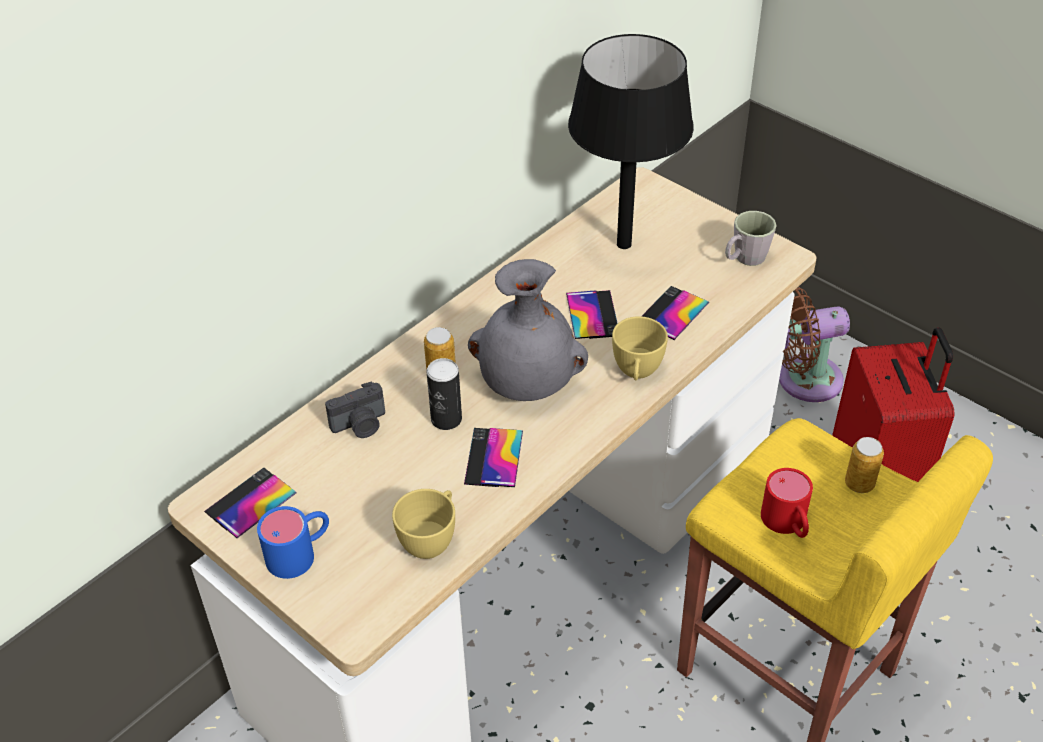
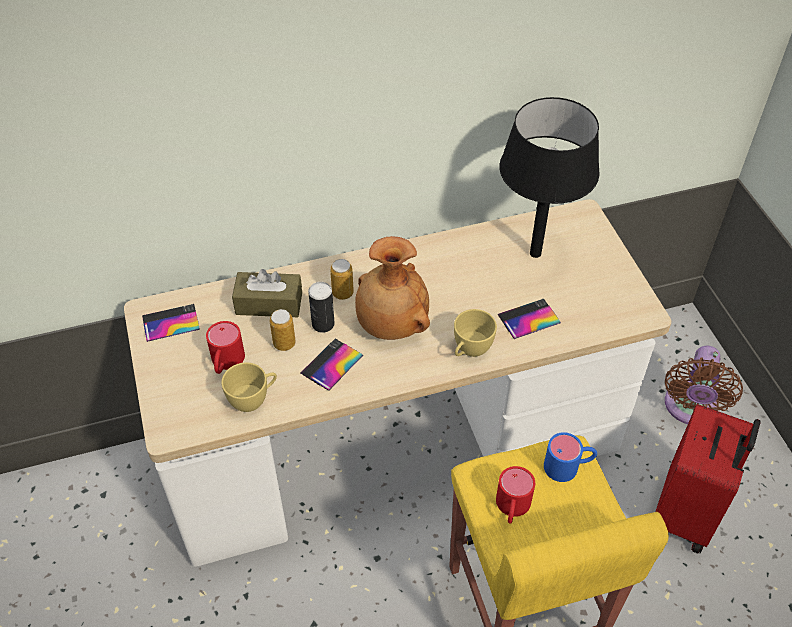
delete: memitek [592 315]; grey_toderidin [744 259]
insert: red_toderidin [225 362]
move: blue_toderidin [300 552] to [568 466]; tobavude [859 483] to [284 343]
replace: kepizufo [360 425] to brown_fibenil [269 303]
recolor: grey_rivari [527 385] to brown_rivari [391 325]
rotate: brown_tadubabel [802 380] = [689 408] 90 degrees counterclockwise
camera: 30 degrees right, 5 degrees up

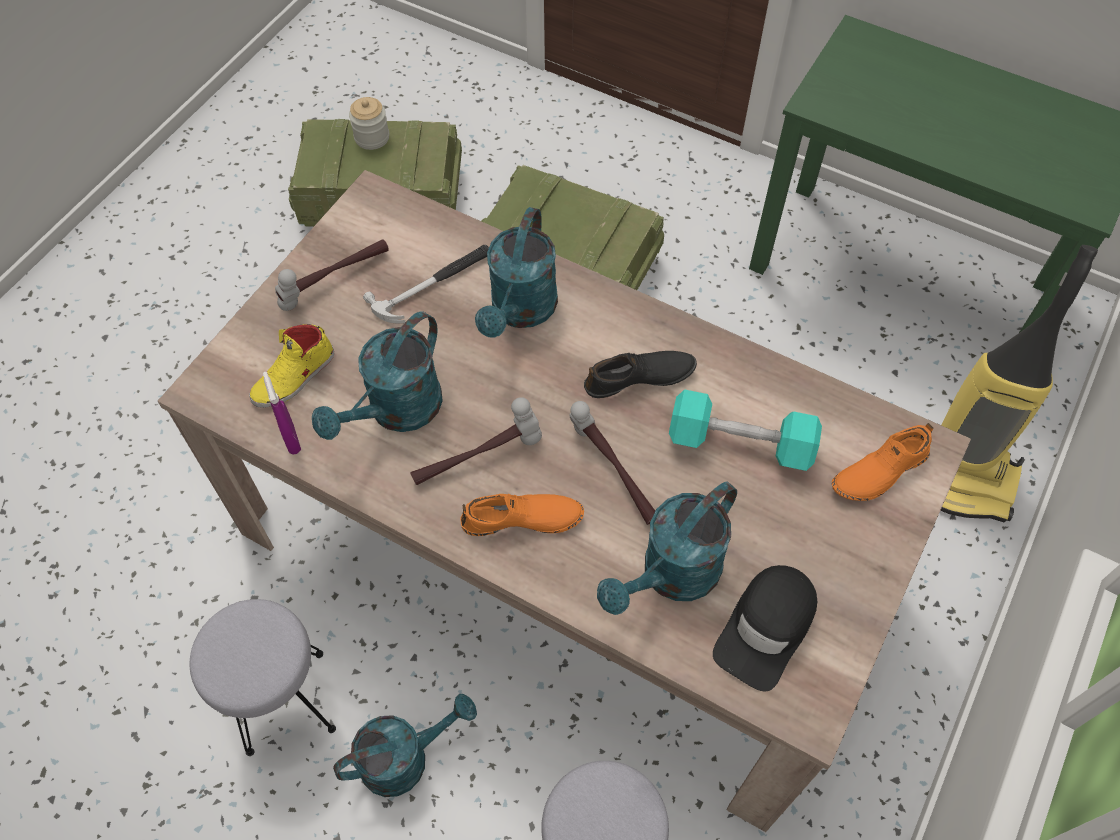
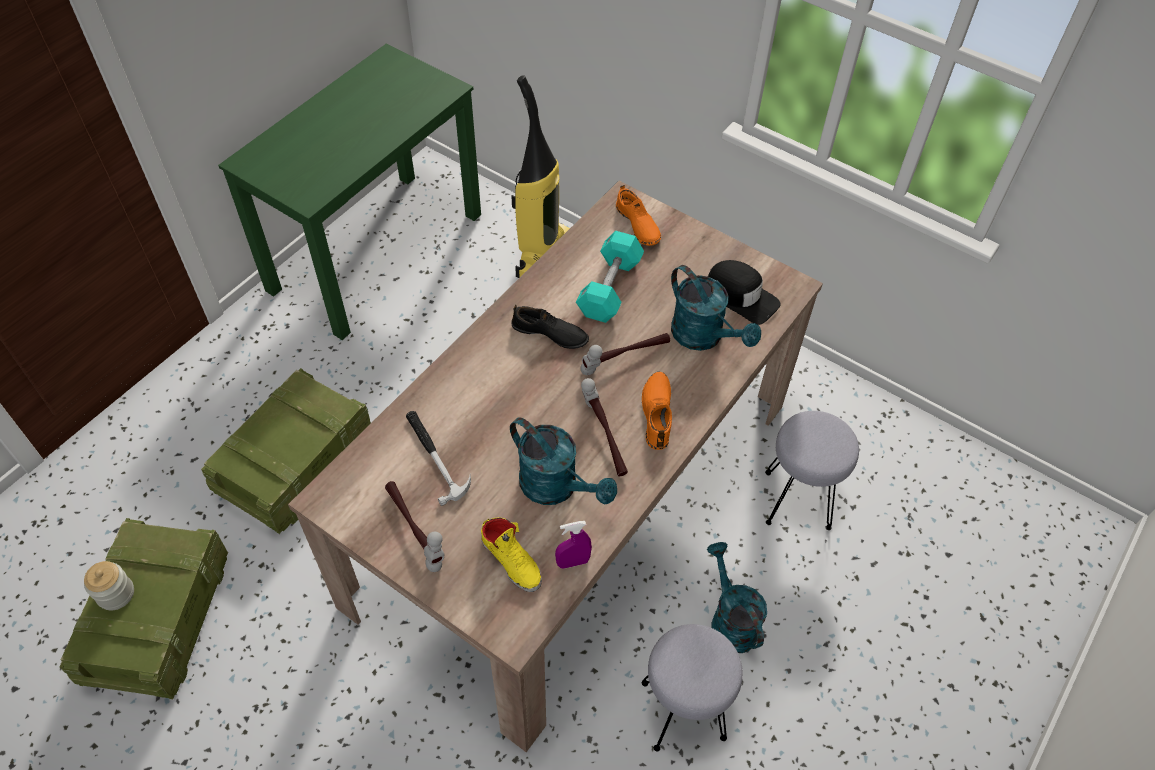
delete: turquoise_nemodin [520 311]
rotate: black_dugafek [639 379] = [550 334] 120 degrees clockwise
camera: 85 degrees left, 5 degrees down

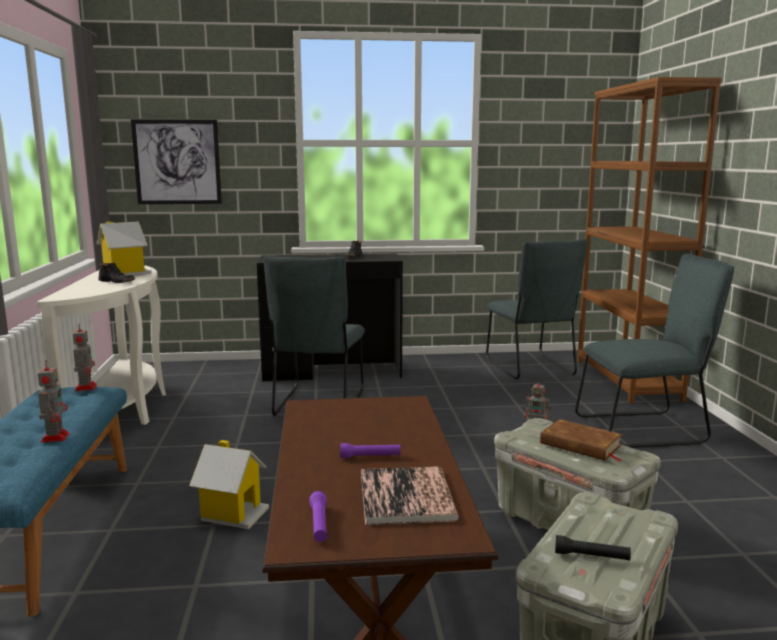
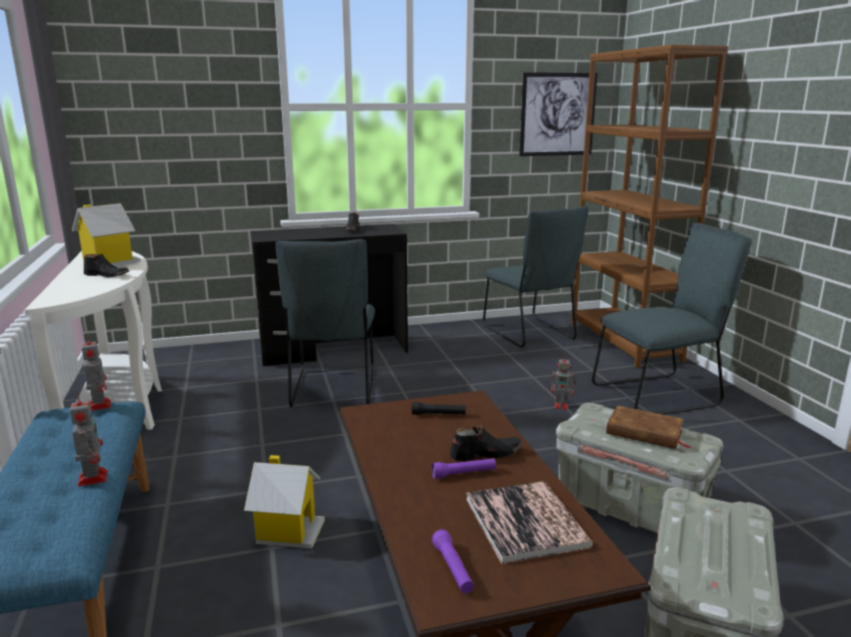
insert: black_dugafek [485 453]
move: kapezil [177 162] to [557 114]; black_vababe [591 556] to [438 415]
camera: 10 degrees left, 5 degrees up

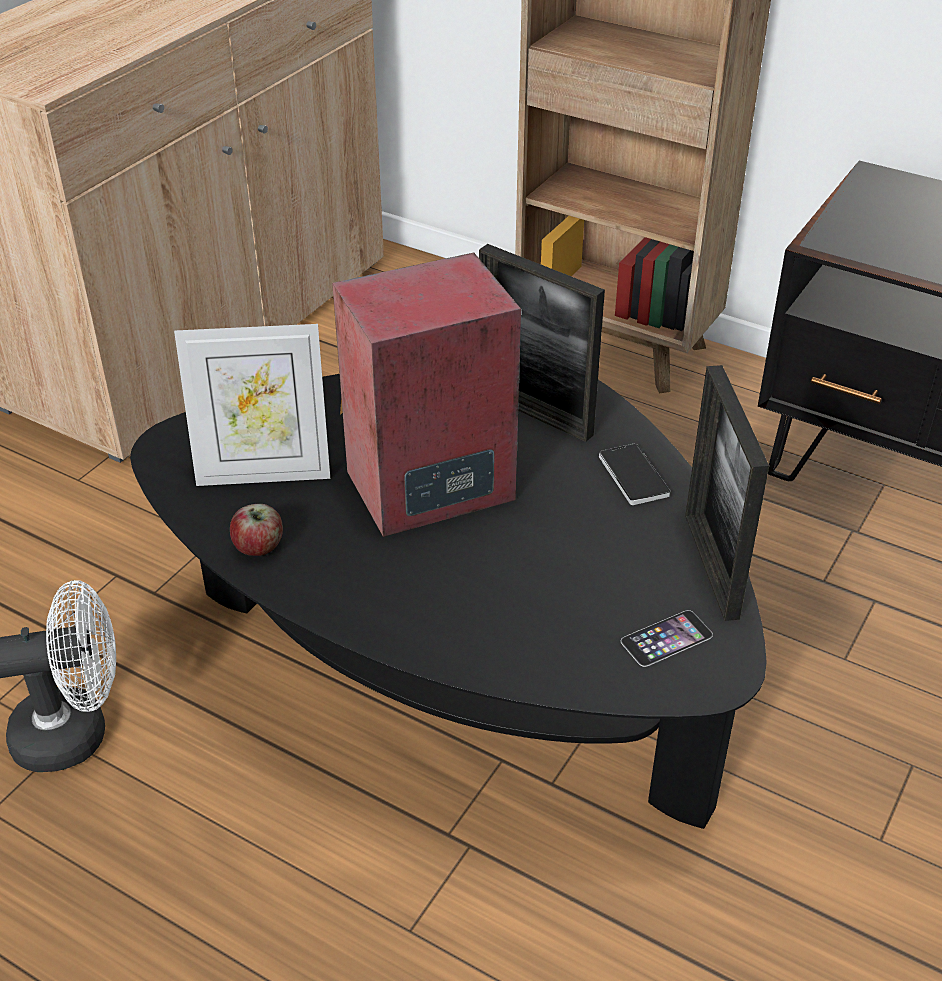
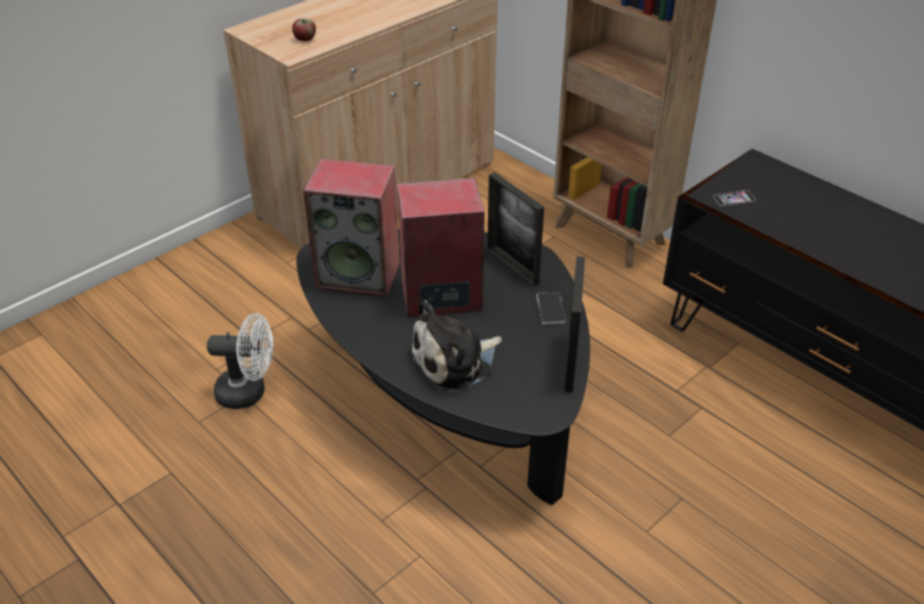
insert: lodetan [455 362]
move: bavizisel [259 548] to [305 39]; memitek [666 638] to [734 198]
replace: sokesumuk [264 473] to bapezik [360 274]
camera: 15 degrees right, 0 degrees up

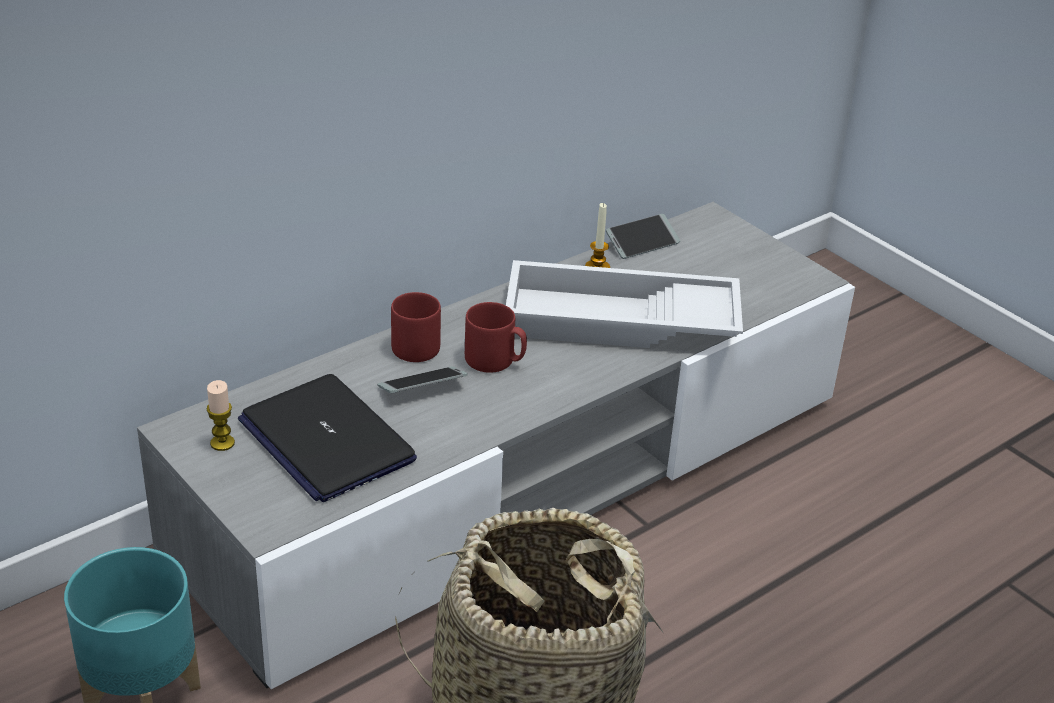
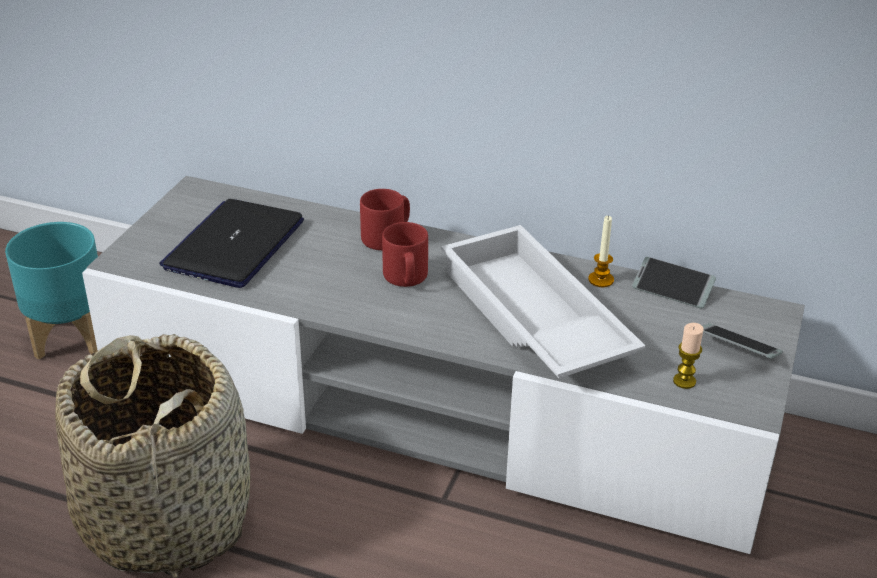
move: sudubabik [222 443] to [684 381]; memitek [422 387] to [737 348]
camera: 60 degrees right, 0 degrees up

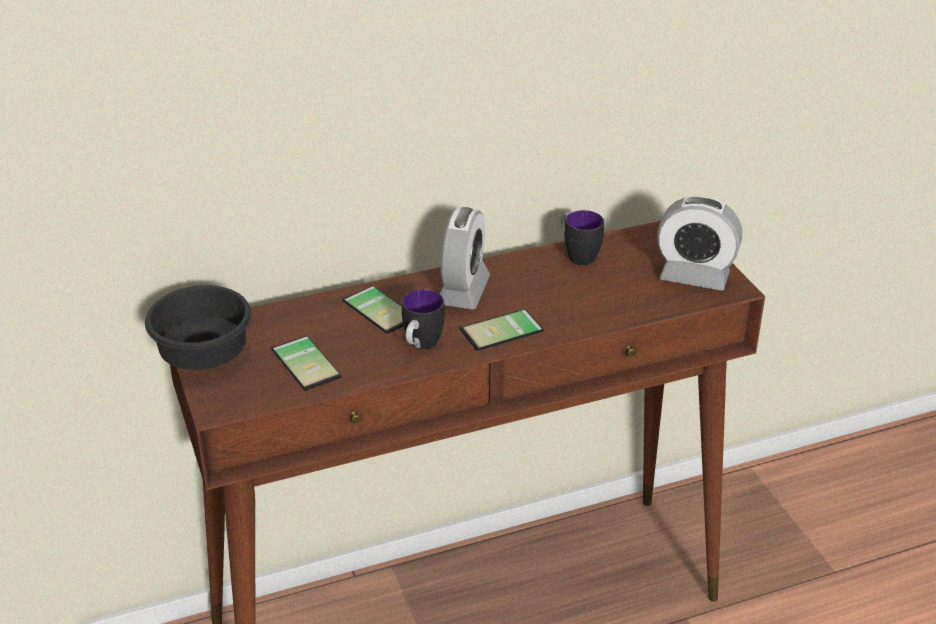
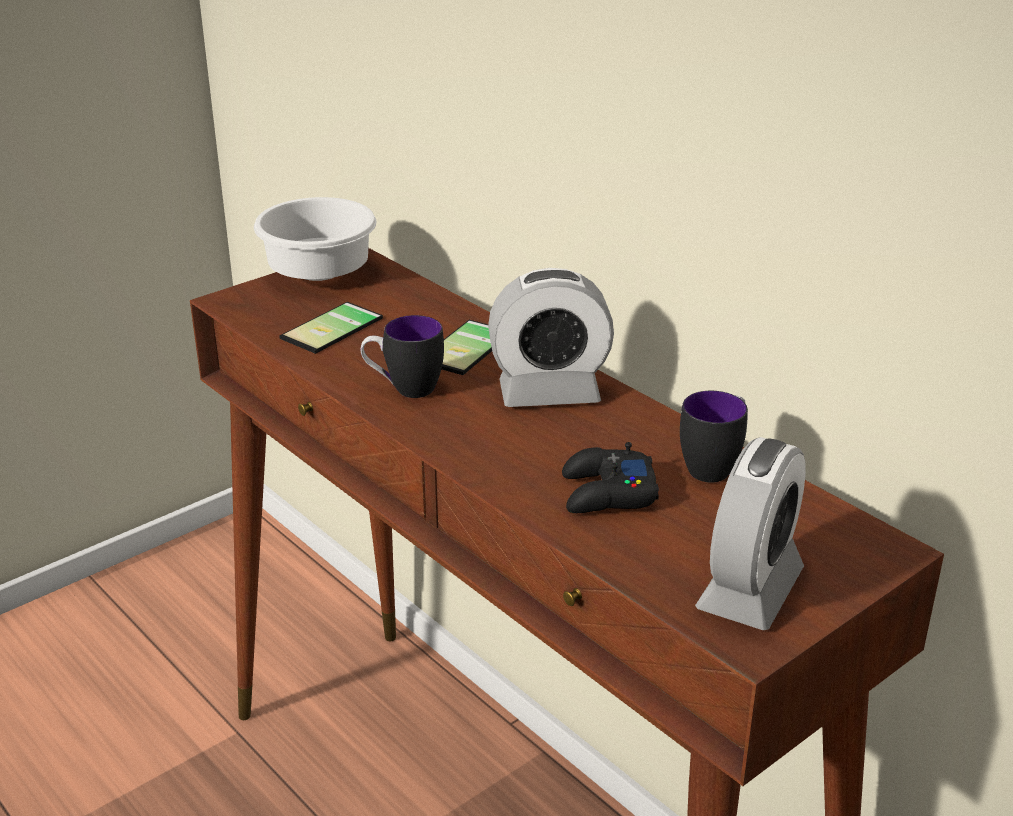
delete: memitek [503 332]
insert: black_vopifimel [607 493]
recolor: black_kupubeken [203 353] to white_kupubeken [322 272]
rotate: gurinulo [694 277] = [750 590] 150 degrees counterclockwise
camera: 70 degrees right, 5 degrees down

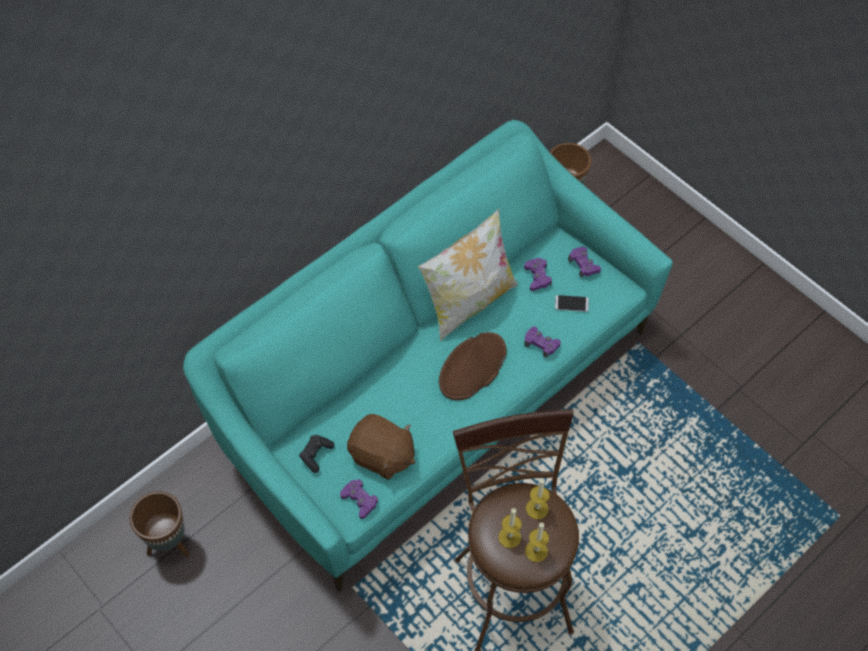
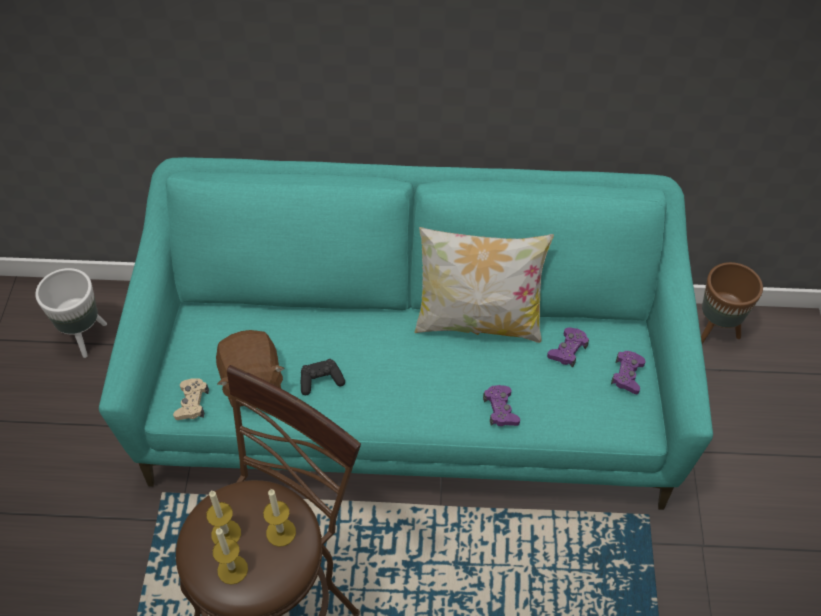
delete: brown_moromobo [472 367]; memitek [571 303]
move: black_vopifimel [316 455] to [321 381]
recolor: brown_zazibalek [170 544] to white_zazibalek [84 337]; purple_vopifimel [359 500] to beige_vopifimel [192 403]
camera: 45 degrees right, 5 degrees down

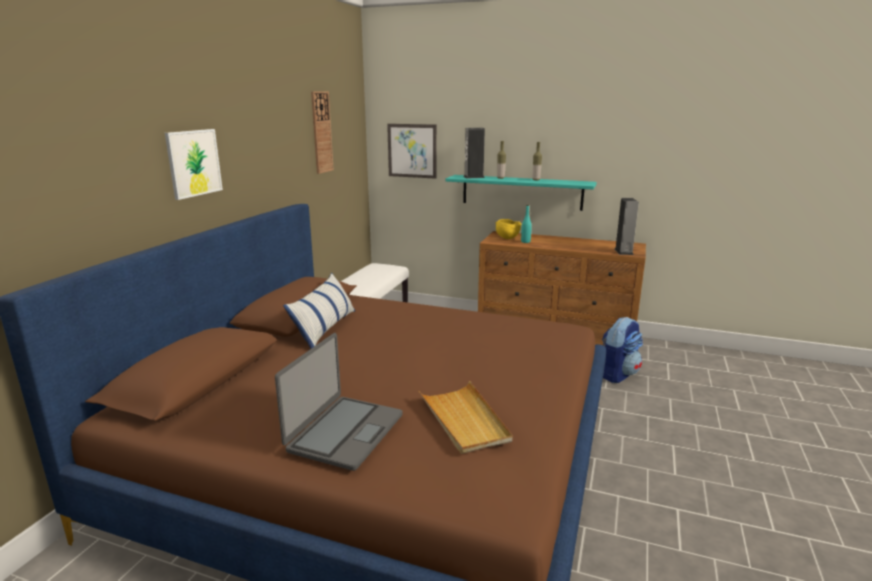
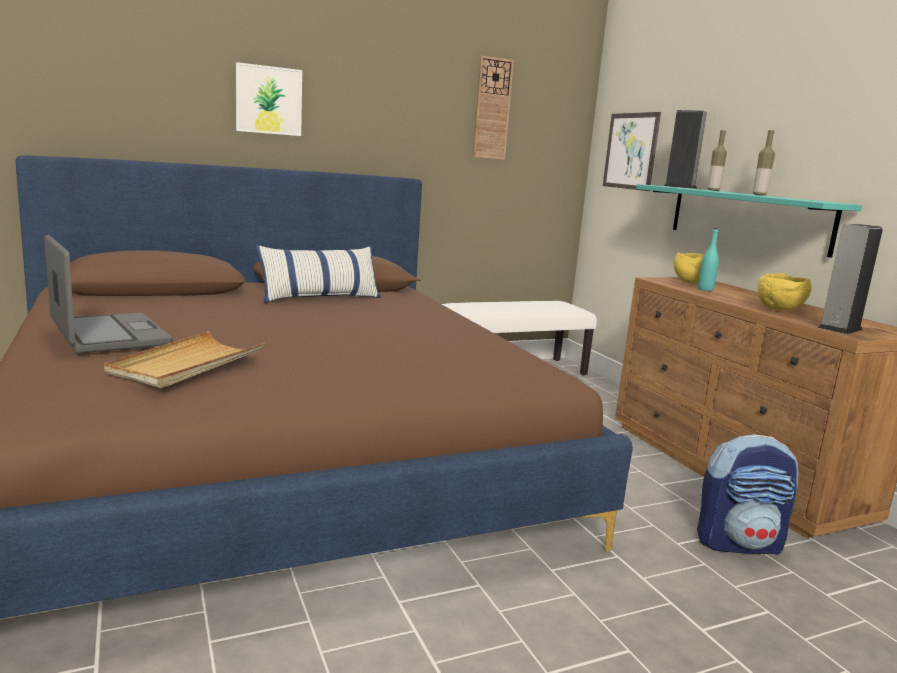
insert: yellow_kupubeken [780 310]
rotate: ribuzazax [344 432] = [108 335] 105 degrees counterclockwise
camera: 45 degrees right, 5 degrees down

